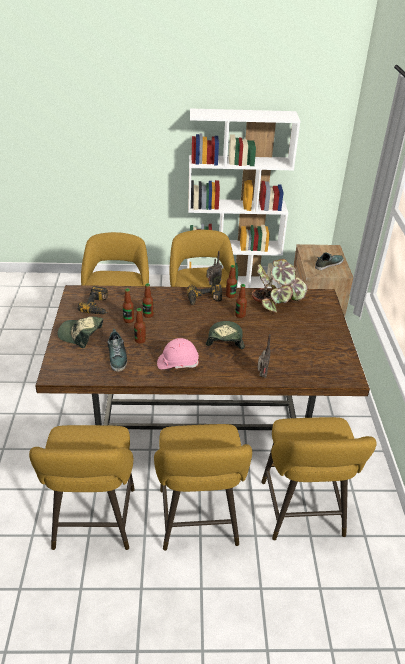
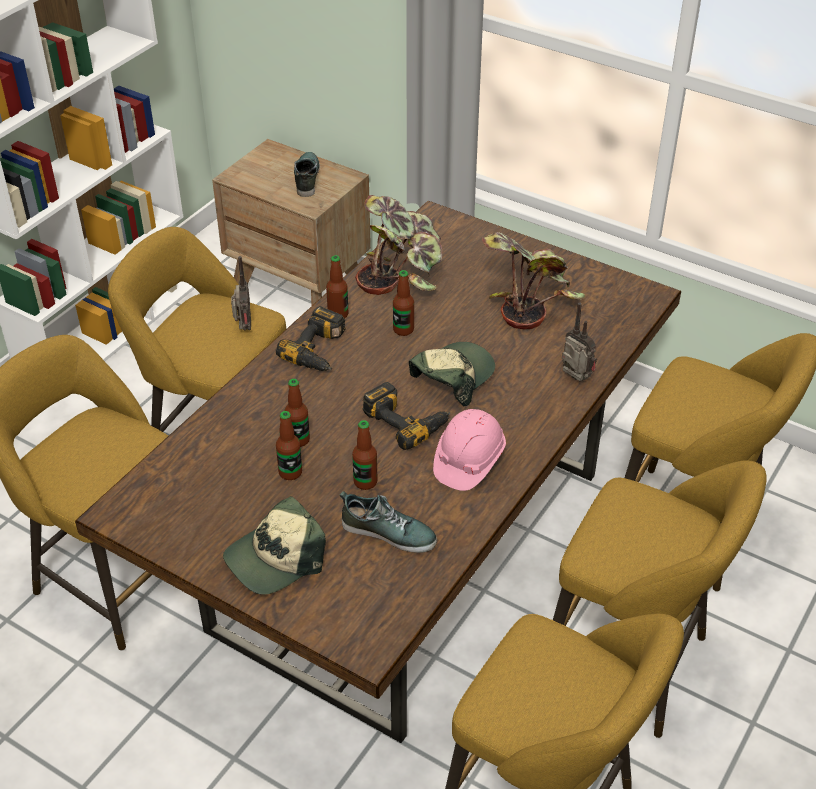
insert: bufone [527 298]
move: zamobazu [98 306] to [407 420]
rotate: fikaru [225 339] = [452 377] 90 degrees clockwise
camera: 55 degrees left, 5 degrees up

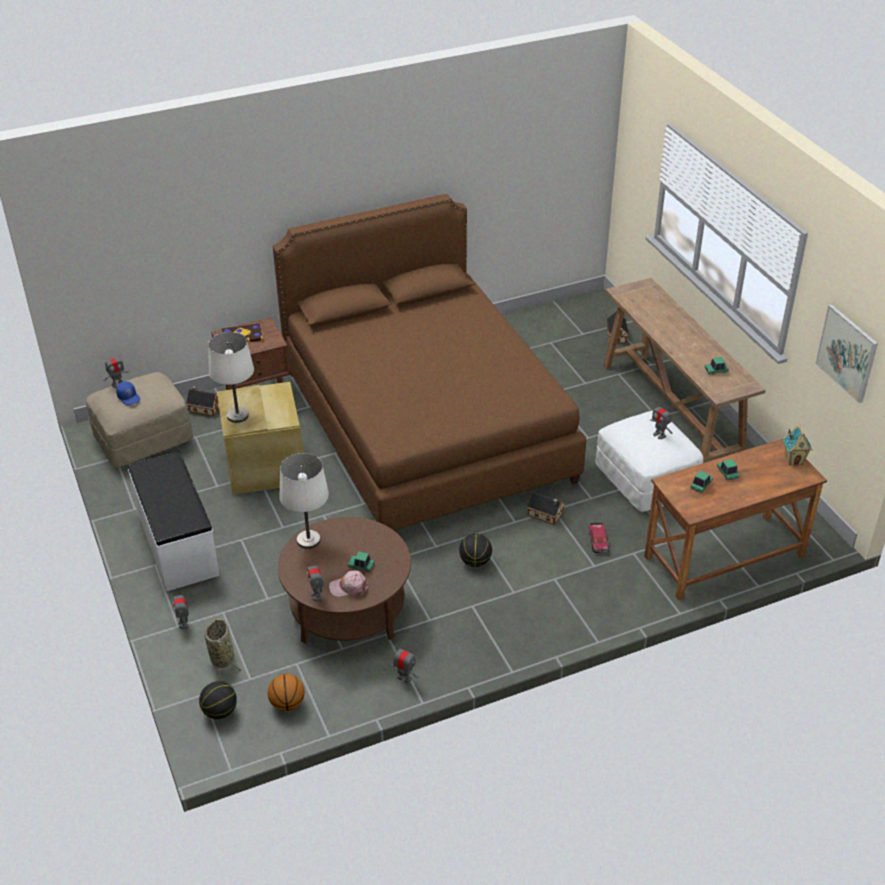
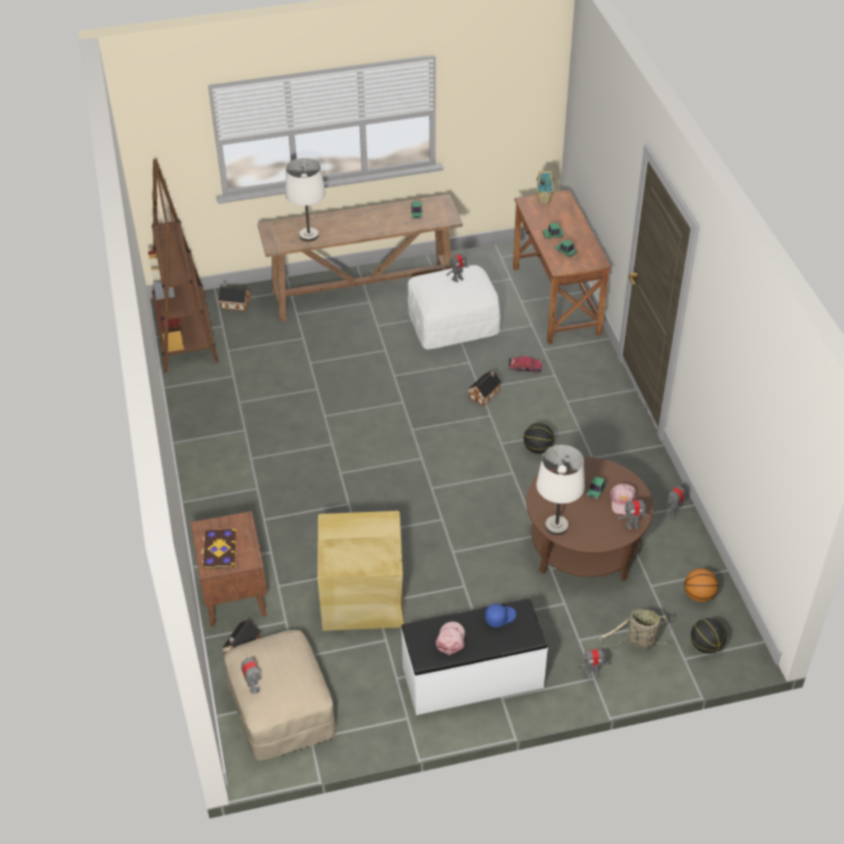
delete: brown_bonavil [425 425]; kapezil [847 353]
insert: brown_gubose [185 332]; pink_fikaru [451 639]
move: blue_fikaru [129 397] to [500 617]; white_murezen [237 416] to [309 235]
camera: 80 degrees left, 5 degrees up

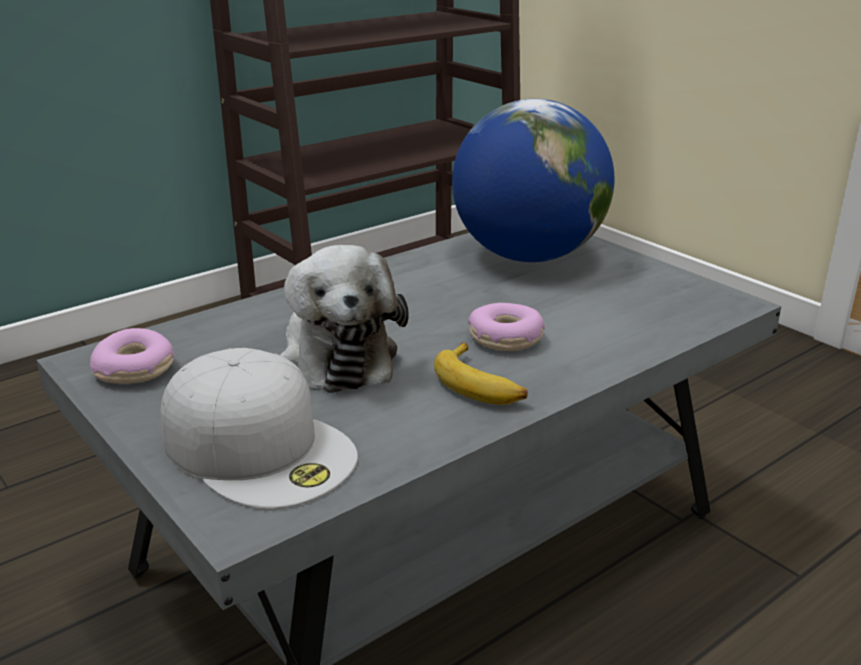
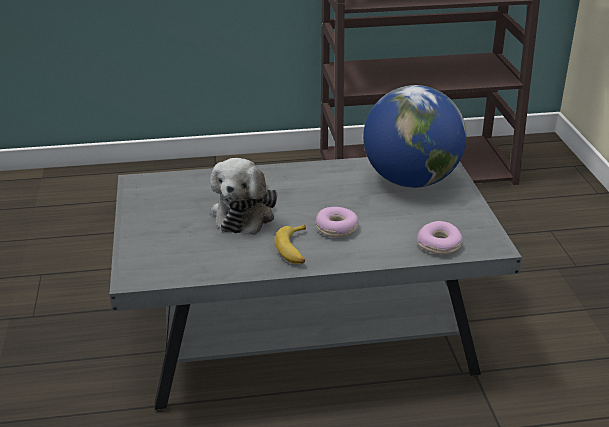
delete: white_fikaru [260 448]
move: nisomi [135 369] to [439 245]
camera: 30 degrees right, 5 degrees up

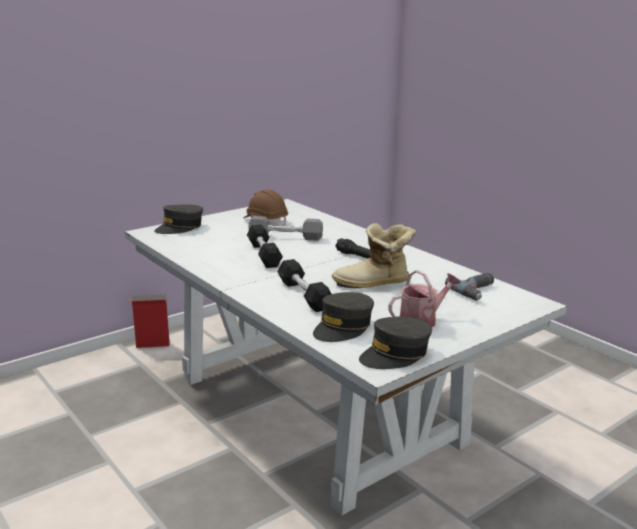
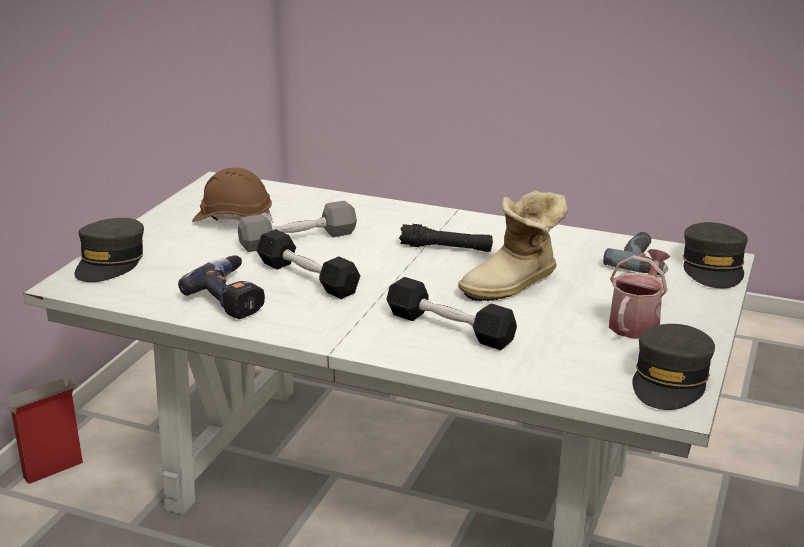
insert: zamobazu [233 297]
move: grey_fikaru [343 327] to [713 268]
camera: 30 degrees left, 5 degrees up

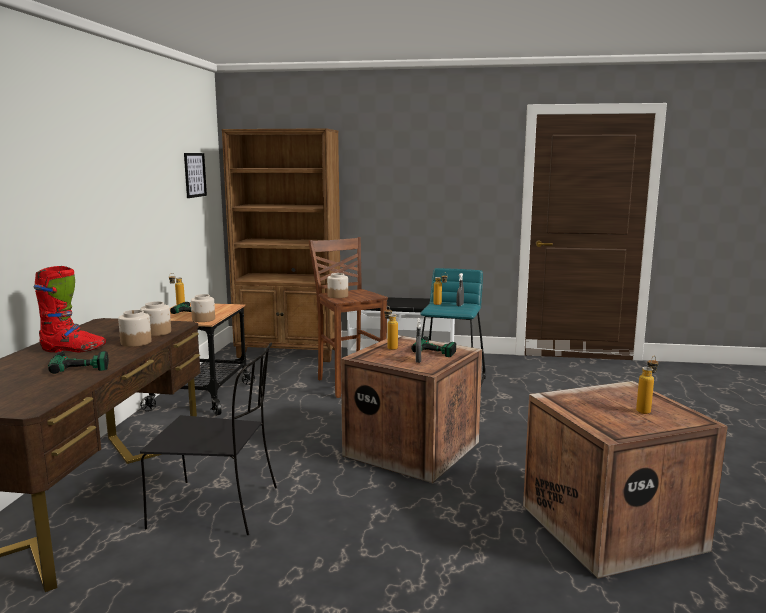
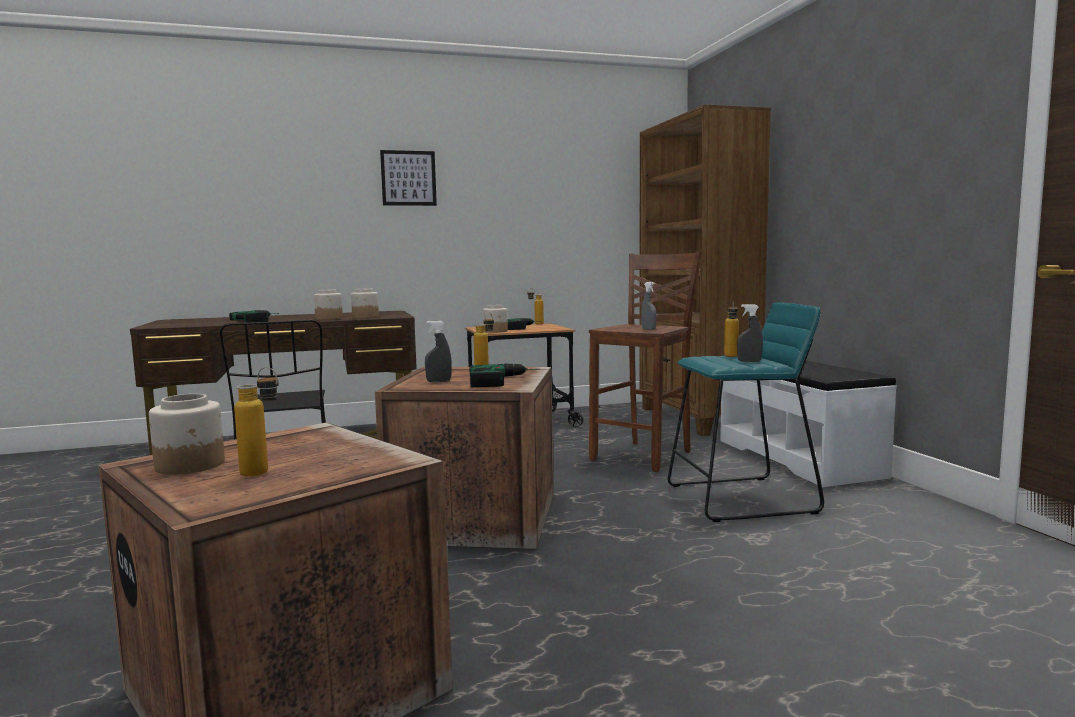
delete: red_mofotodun [73 350]
insert: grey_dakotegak [648 329]
move: kapezil [194 175] to [408 178]; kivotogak [338 296] to [191 465]
camera: 65 degrees right, 5 degrees down

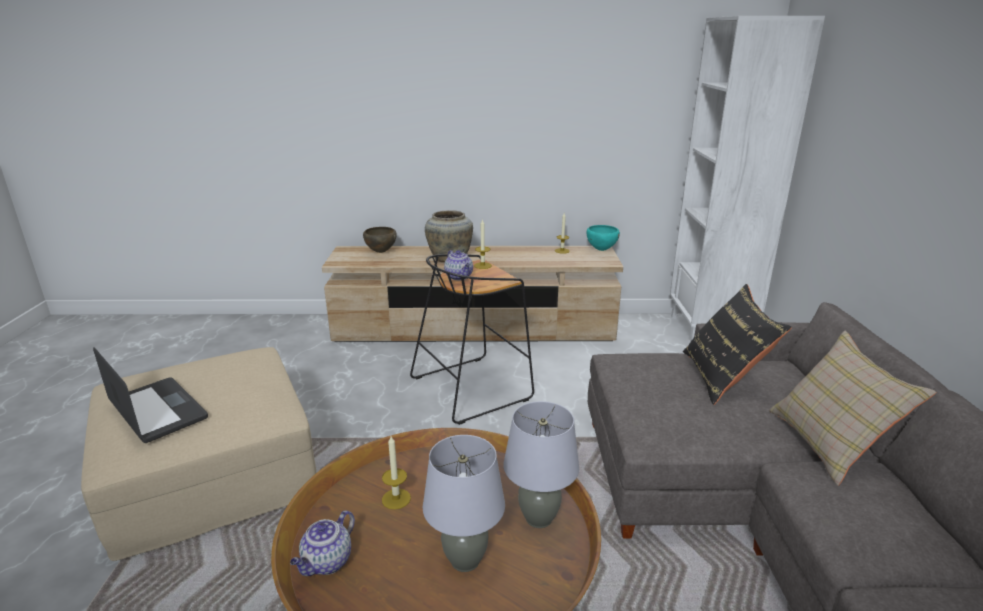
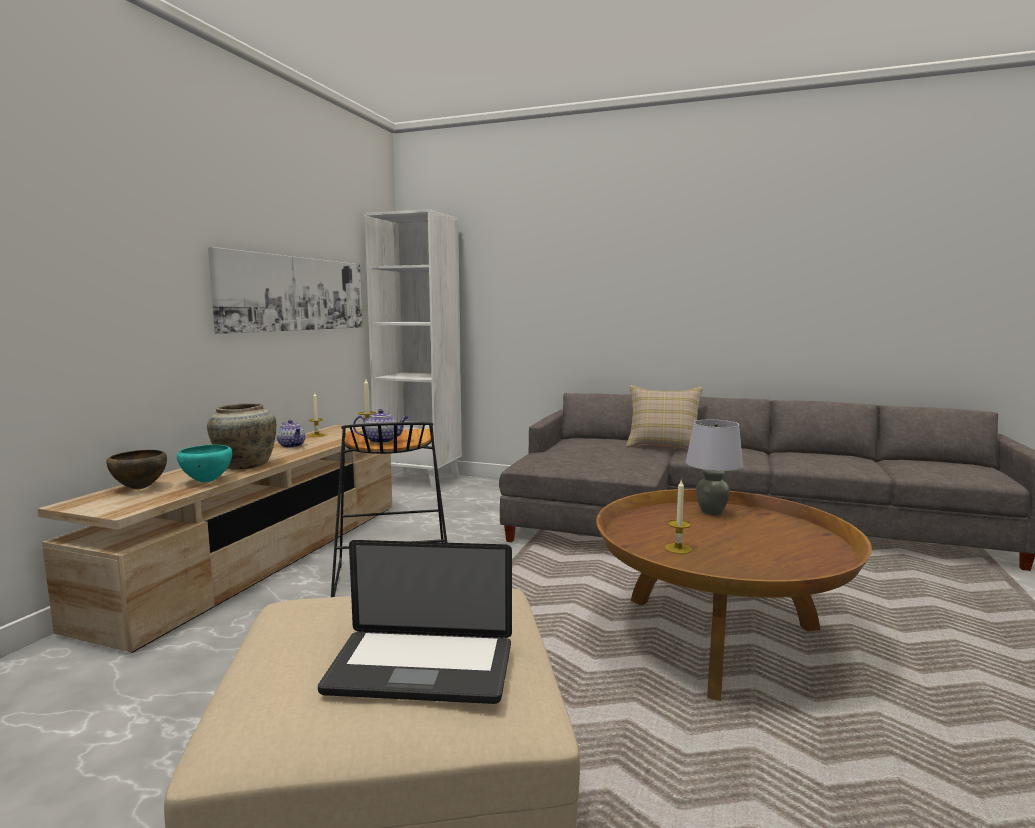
delete: grey_murezen [465 561]; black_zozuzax [723 377]
insert: kapezil [295 294]
move: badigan [327 563] to [292 446]; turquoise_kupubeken [601 250] to [206 482]
rotate: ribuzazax [158 411] = [421 669] 150 degrees counterclockwise
camera: 70 degrees left, 15 degrees down

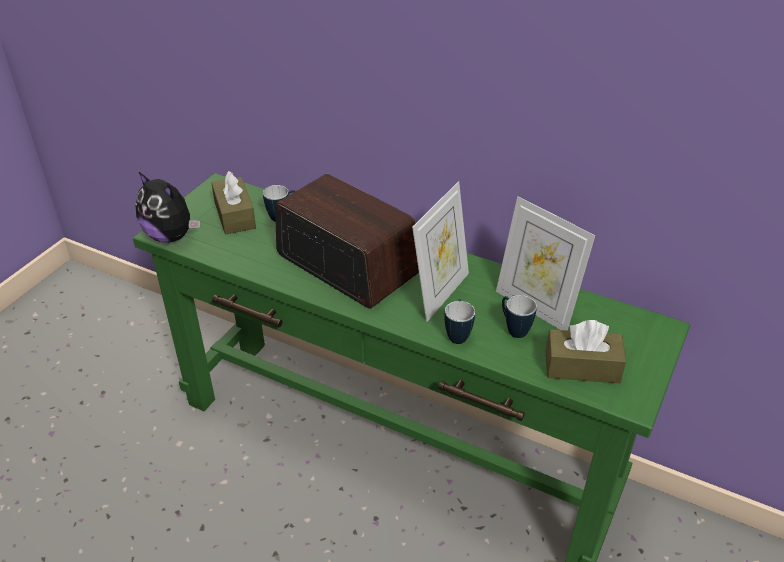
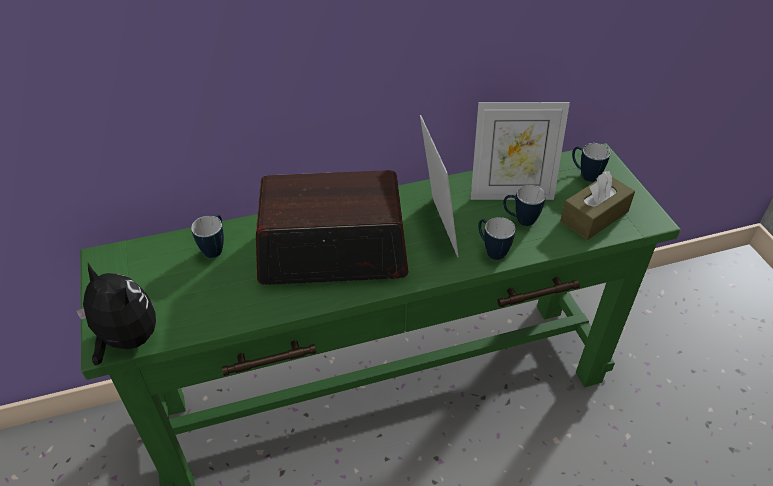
delete: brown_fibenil [235 215]
insert: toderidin [585 175]
rotate: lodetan [171 236] = [126 340] 135 degrees counterclockwise
camera: 45 degrees left, 5 degrees up

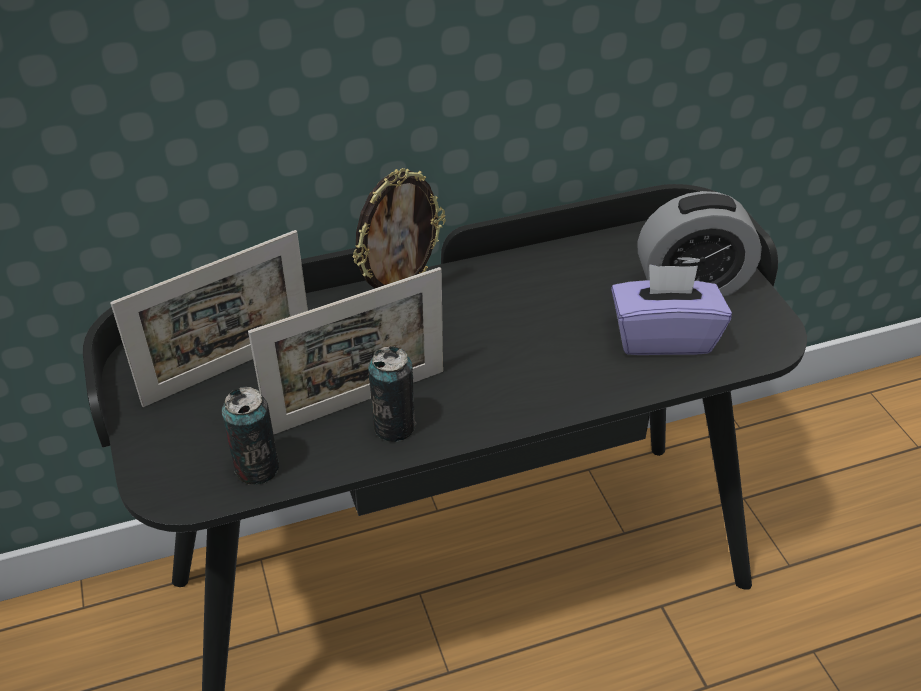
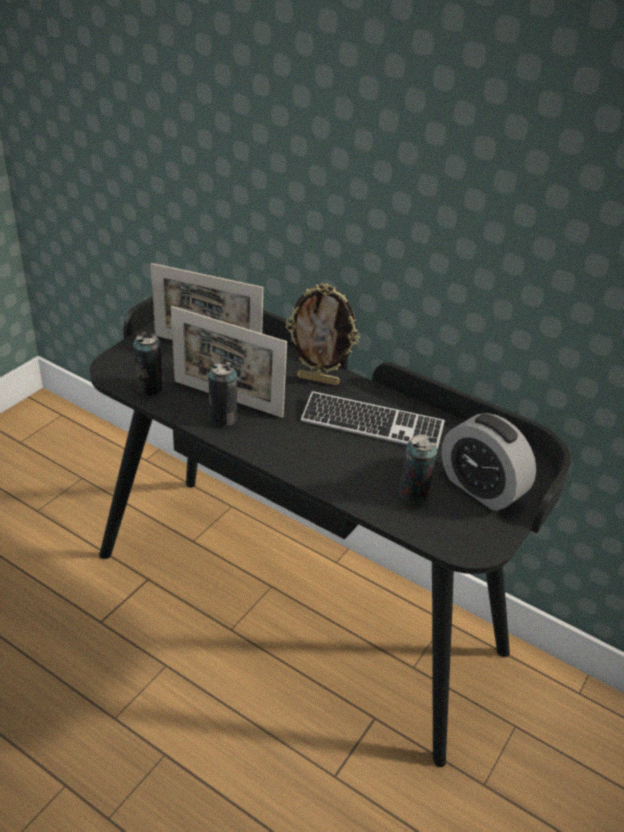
insert: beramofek [372 424]
replace: purple_fibenil [663 337] to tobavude [413 494]
camera: 50 degrees right, 5 degrees down

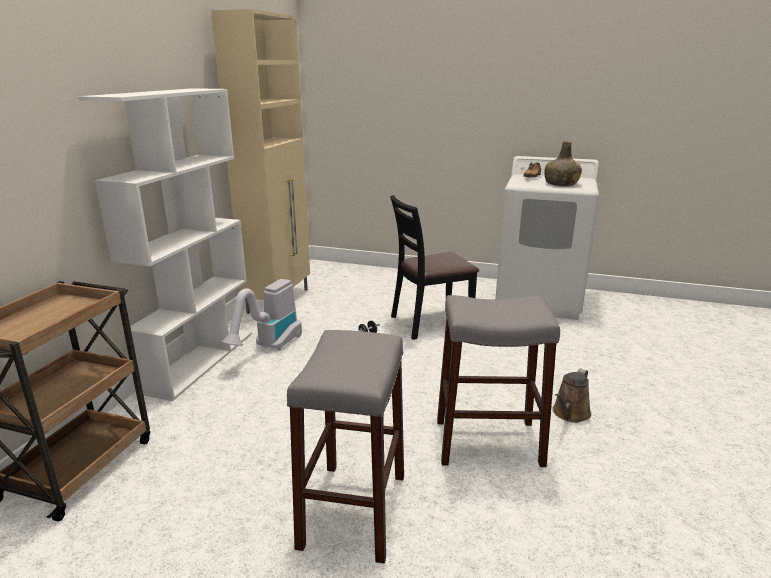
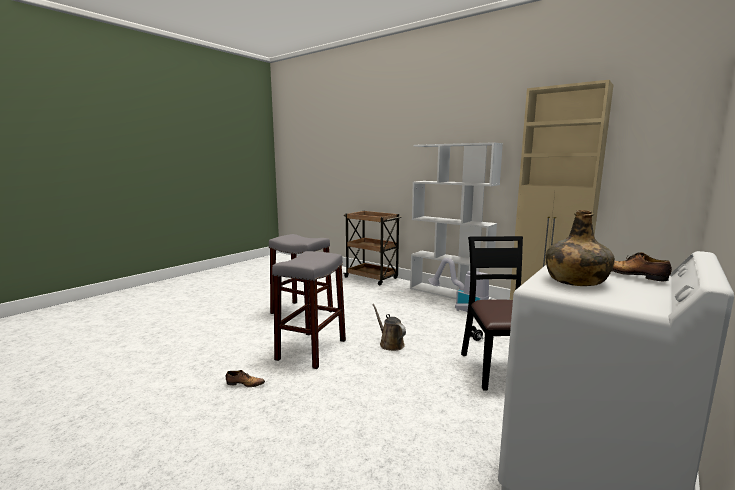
insert: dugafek [244 384]
move: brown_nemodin [569 414] to [390 343]
camera: 110 degrees right, 10 degrees down

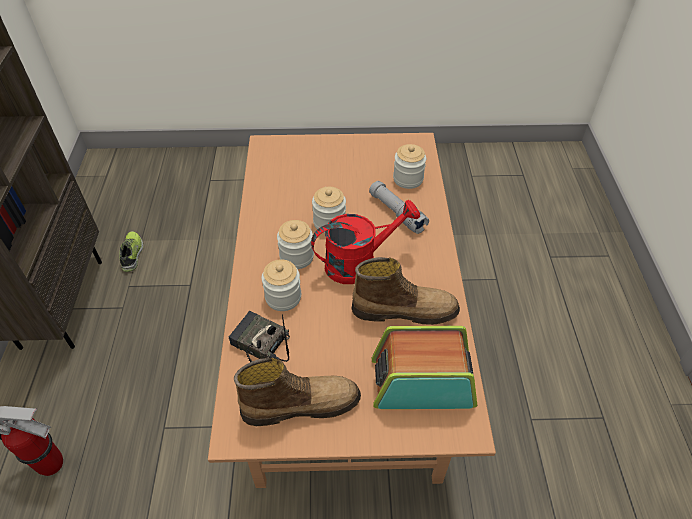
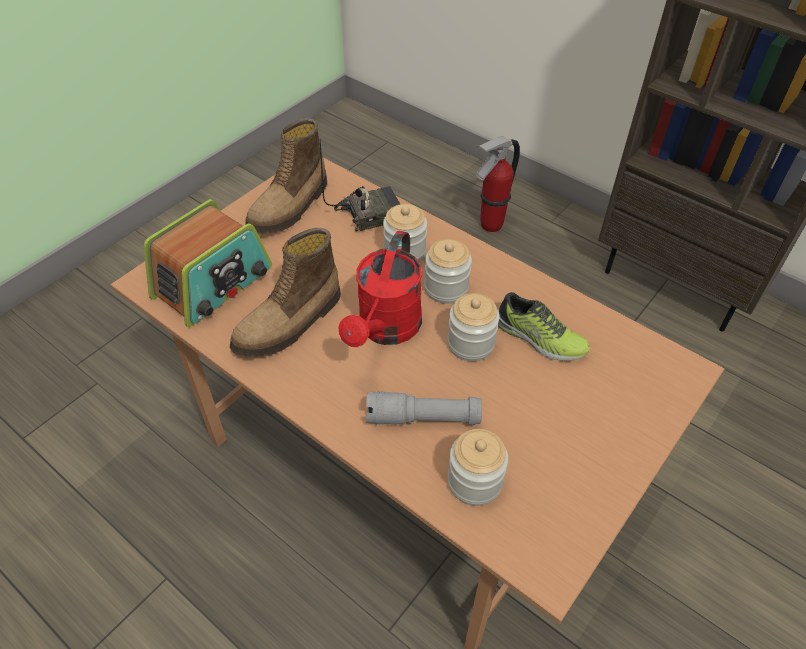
move: dugafek [132 254] to [539 338]
camera: 130 degrees right, 0 degrees up

